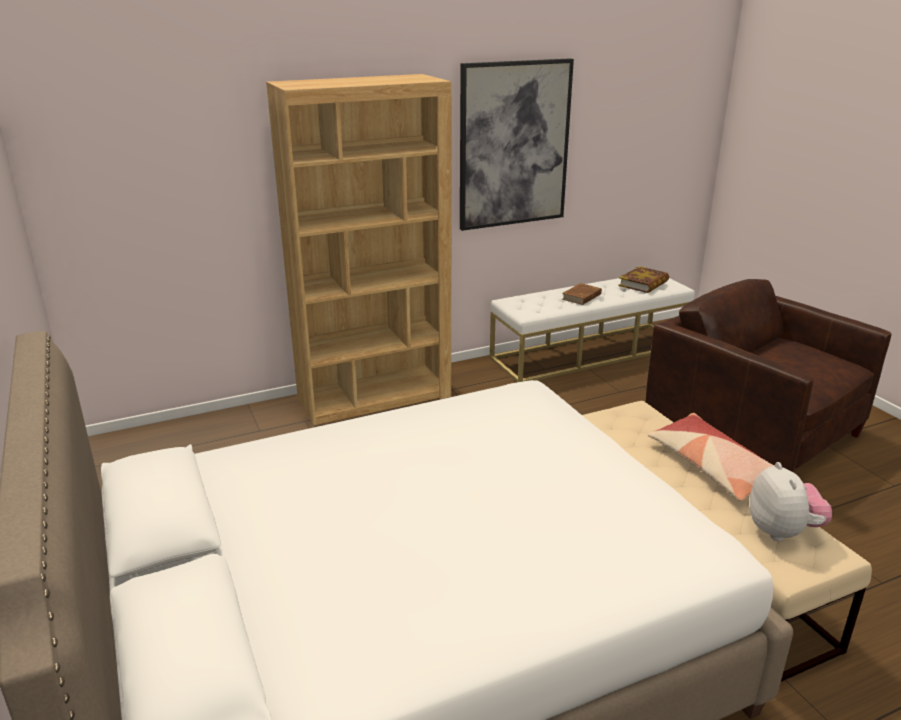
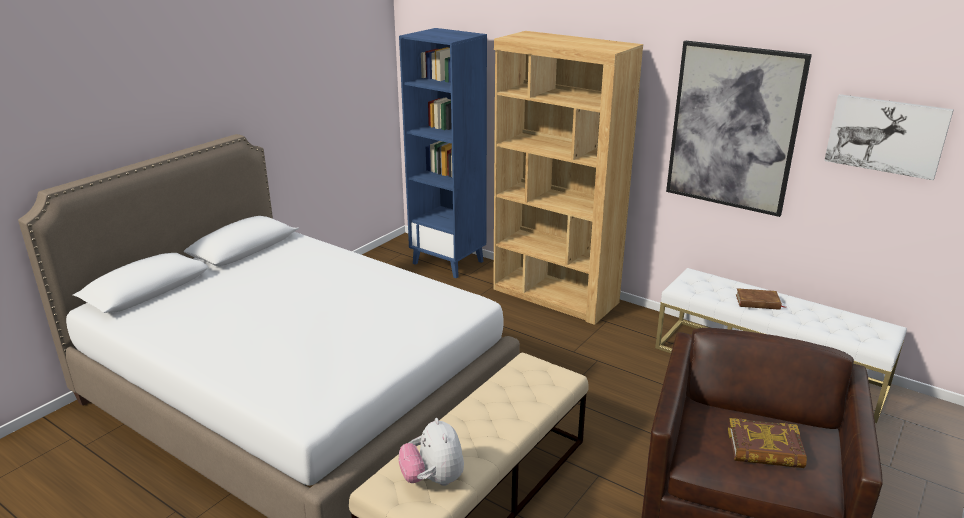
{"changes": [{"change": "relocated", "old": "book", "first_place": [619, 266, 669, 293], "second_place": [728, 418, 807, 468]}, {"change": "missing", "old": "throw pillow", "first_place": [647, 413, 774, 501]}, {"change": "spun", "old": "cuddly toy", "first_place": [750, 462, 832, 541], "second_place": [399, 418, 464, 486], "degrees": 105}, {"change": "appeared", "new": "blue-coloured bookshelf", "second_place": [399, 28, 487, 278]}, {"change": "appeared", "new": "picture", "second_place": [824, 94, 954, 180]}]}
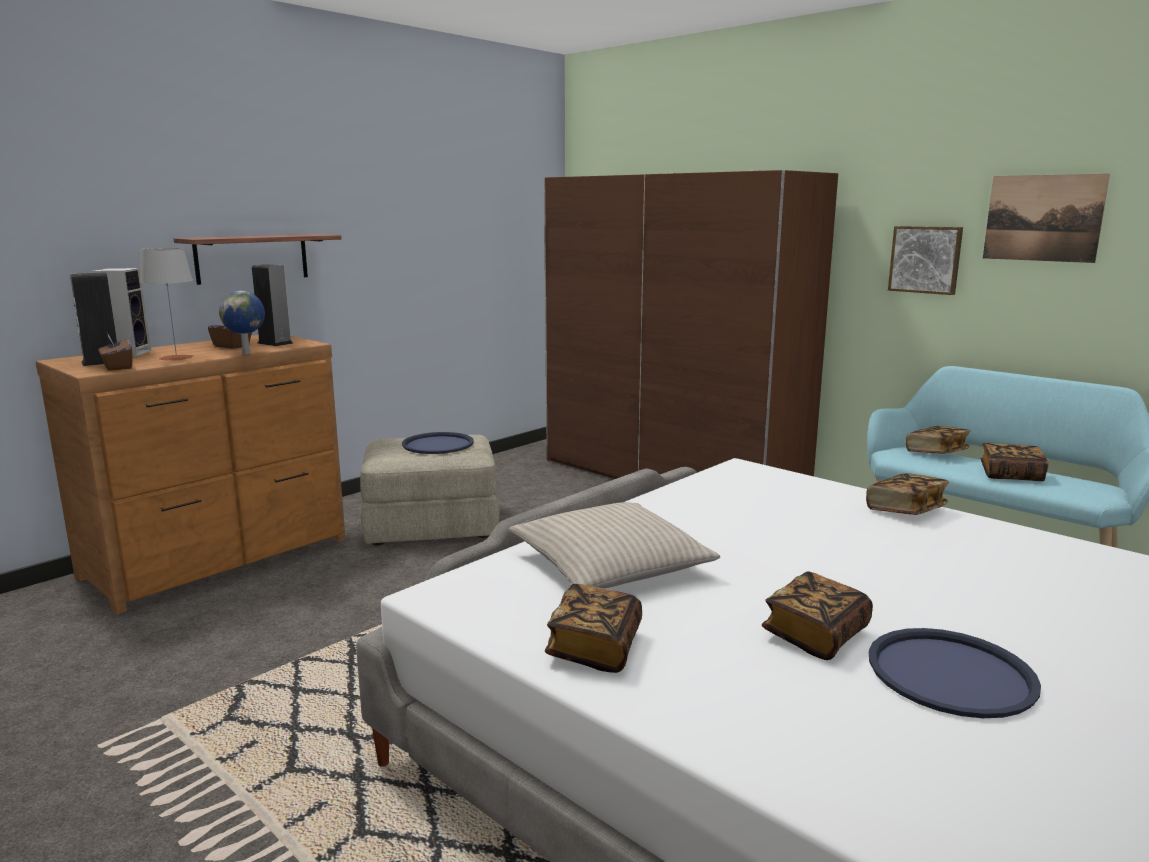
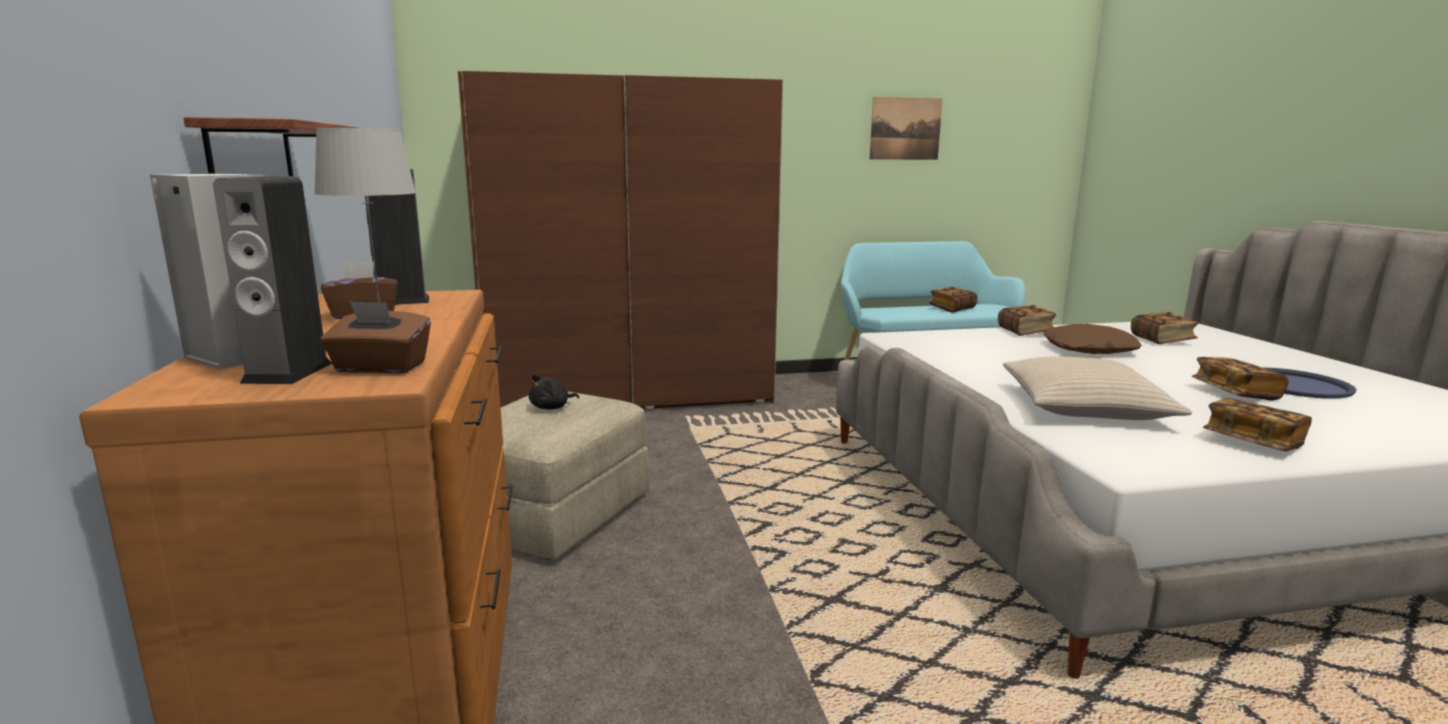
{"changes": [{"change": "missing", "old": "picture", "first_place": [888, 226, 963, 295]}, {"change": "missing", "old": "world globe", "first_place": [219, 291, 265, 354]}, {"change": "relocated", "old": "book", "first_place": [906, 426, 970, 454], "second_place": [1131, 312, 1198, 344]}, {"change": "exchanged", "old": "blue-coloured tray", "new": "blackish cuddly toy", "first_place": [402, 432, 474, 454], "second_place": [529, 374, 579, 410]}, {"change": "appeared", "new": "brown-coloured throw pillow", "second_place": [1043, 324, 1142, 354]}]}
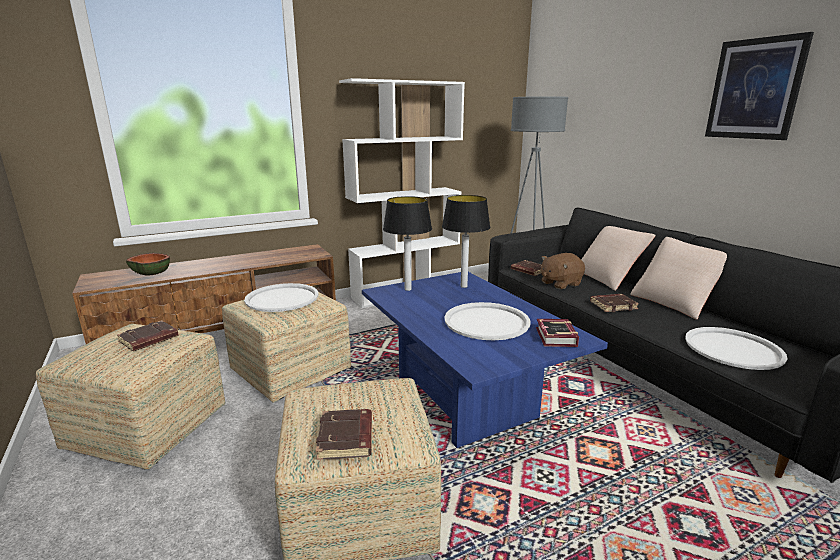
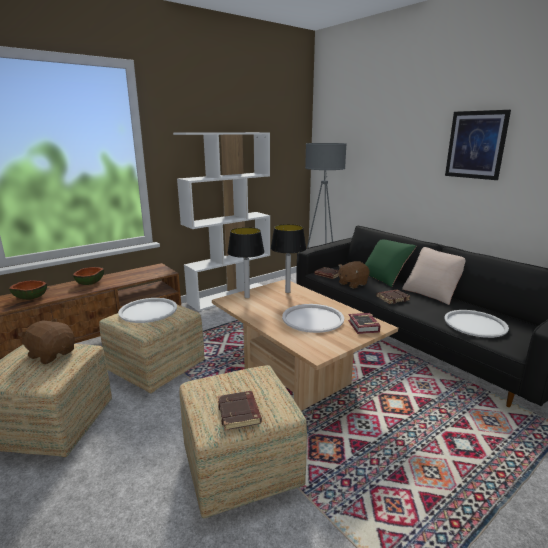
{"changes": [{"change": "colour", "old": "beige throw pillow", "new": "green-coloured throw pillow", "first_place": [581, 226, 656, 291], "second_place": [365, 239, 416, 287]}, {"change": "colour", "old": "blue-coloured low table", "new": "beige low table", "first_place": [362, 272, 608, 448], "second_place": [212, 280, 398, 411]}, {"change": "exchanged", "old": "brown-coloured book", "new": "brown-coloured cuddly toy", "first_place": [117, 320, 179, 351], "second_place": [18, 318, 75, 364]}, {"change": "appeared", "new": "deep dish", "second_place": [73, 267, 104, 285]}]}
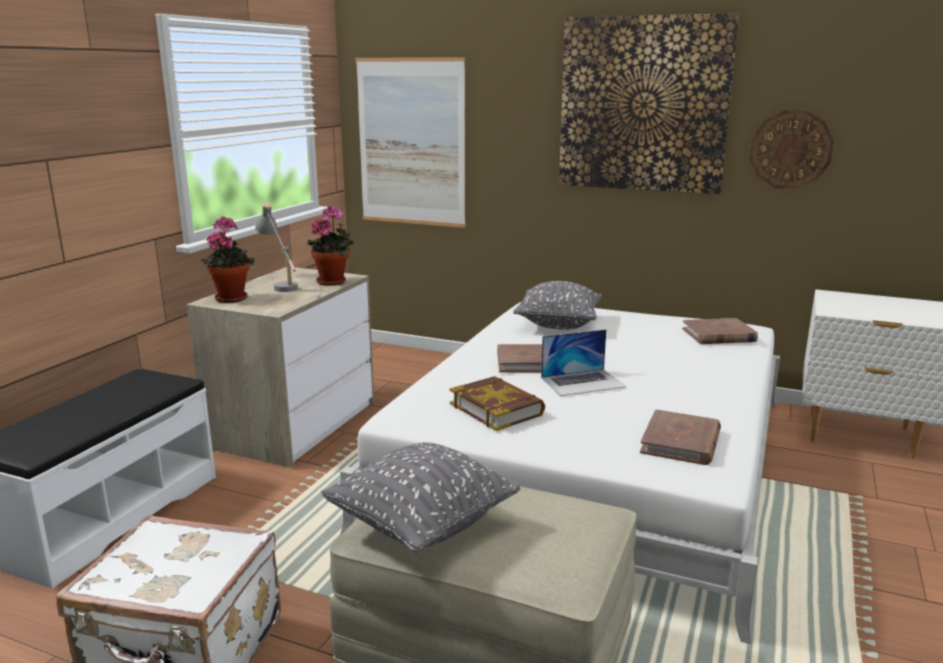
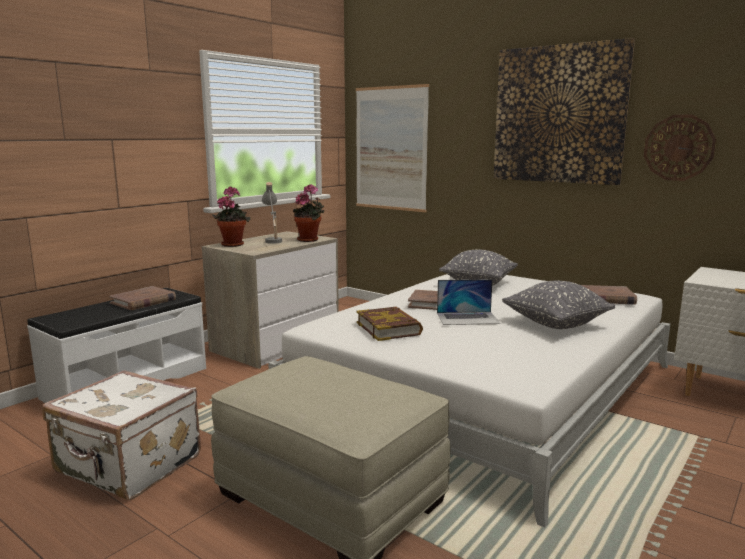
{"changes": [{"change": "relocated", "old": "brown-coloured book", "first_place": [640, 409, 721, 465], "second_place": [109, 286, 176, 310]}, {"change": "relocated", "old": "grey throw pillow", "first_place": [321, 442, 520, 553], "second_place": [502, 281, 615, 329]}]}
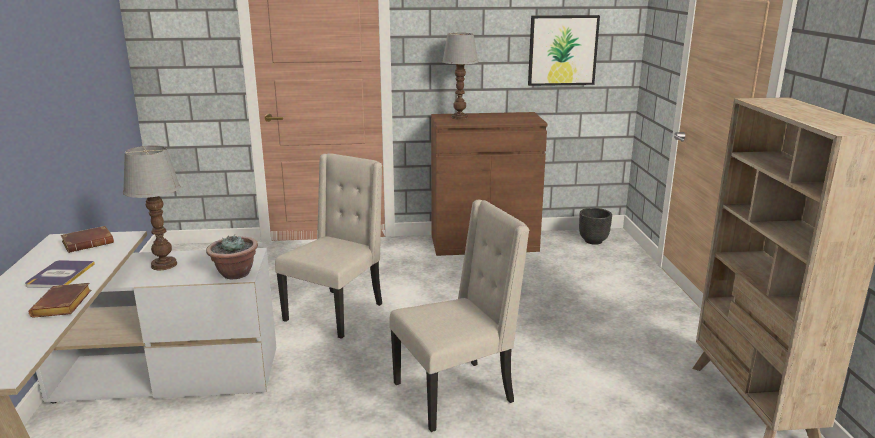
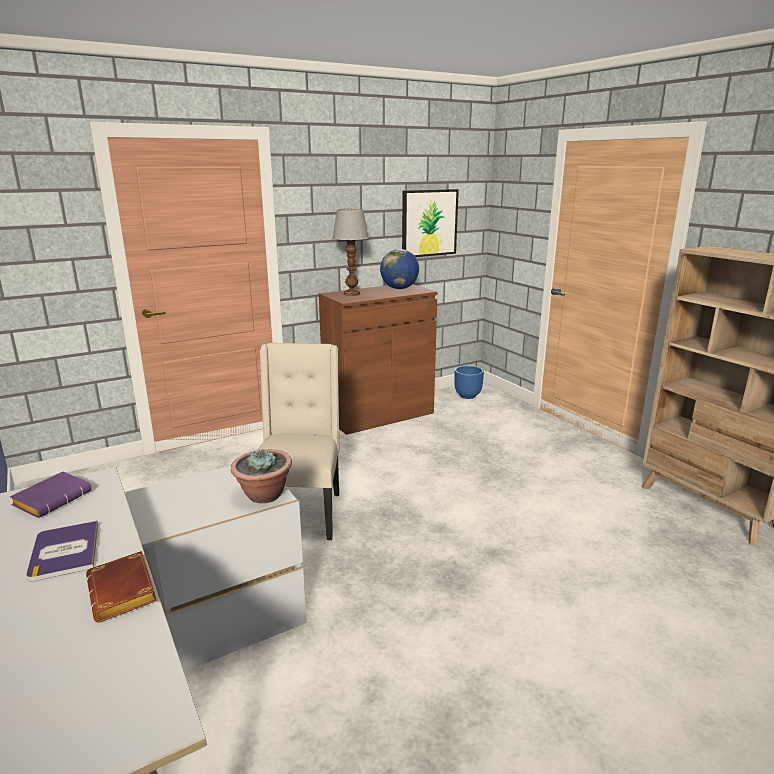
{"changes": [{"change": "missing", "old": "table lamp", "first_place": [123, 145, 181, 270]}, {"change": "missing", "old": "beige plain chair", "first_place": [389, 200, 529, 432]}, {"change": "colour", "old": "blackish flower pot", "new": "blue-coloured flower pot", "first_place": [579, 208, 612, 245], "second_place": [454, 366, 484, 399]}, {"change": "colour", "old": "brown-coloured book", "new": "purplish book", "first_place": [61, 226, 114, 253], "second_place": [10, 472, 92, 518]}, {"change": "appeared", "new": "world globe", "second_place": [380, 249, 419, 289]}]}
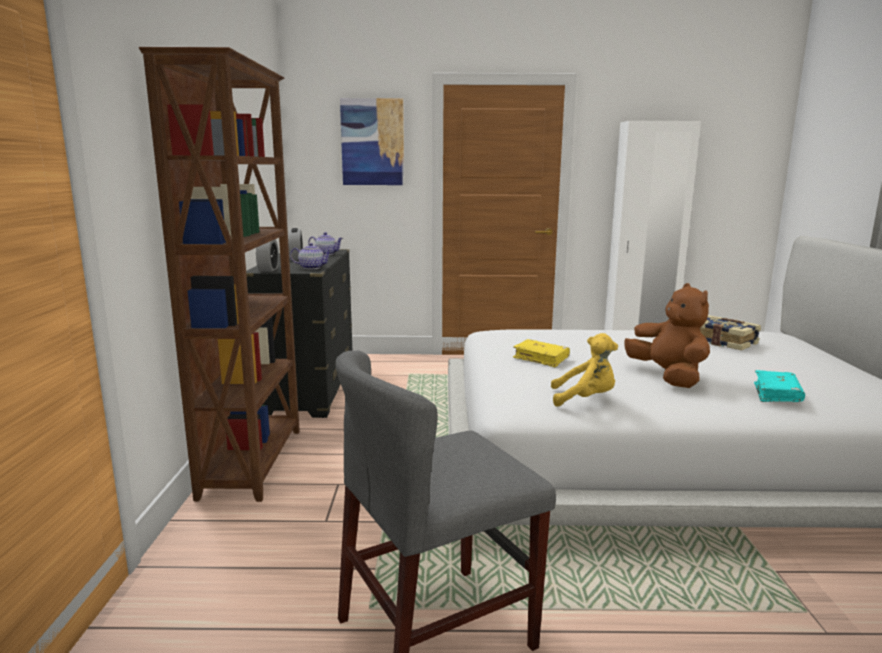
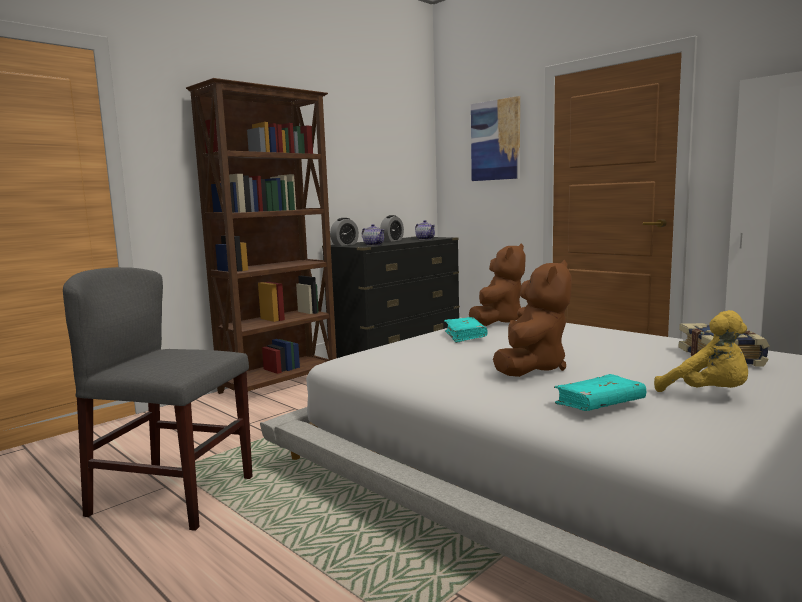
{"changes": [{"change": "relocated", "old": "yellowish cuddly toy", "first_place": [551, 333, 618, 407], "second_place": [654, 310, 748, 392]}, {"change": "colour", "old": "yellowish book", "new": "blue-green book", "first_place": [513, 339, 570, 367], "second_place": [444, 317, 488, 343]}, {"change": "appeared", "new": "brown-coloured cuddly toy", "second_place": [469, 244, 526, 326]}]}
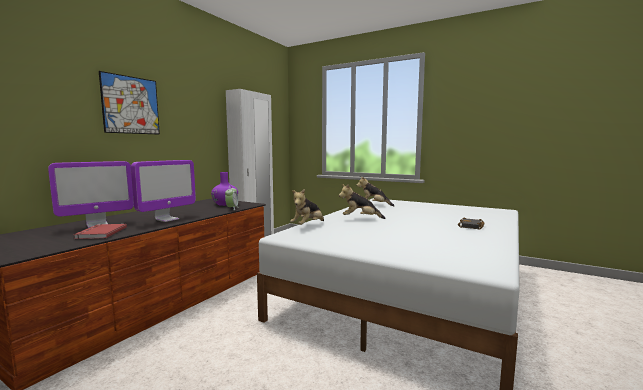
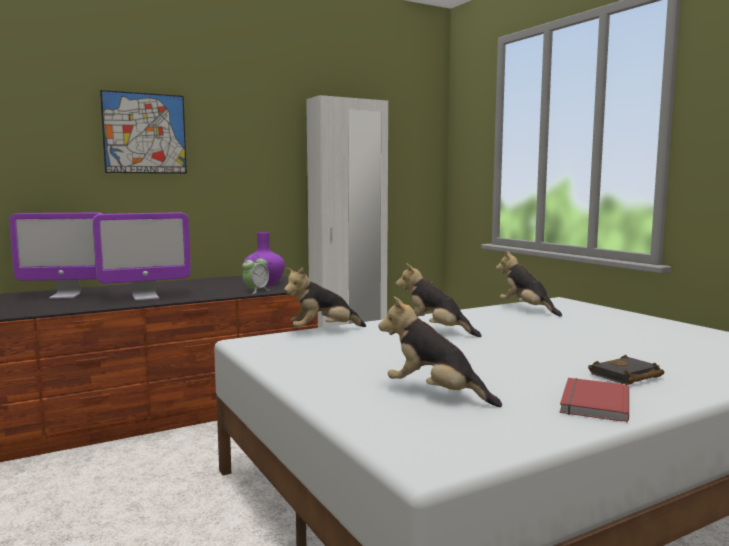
{"changes": [{"change": "relocated", "old": "reddish book", "first_place": [74, 224, 127, 239], "second_place": [560, 378, 629, 422]}, {"change": "appeared", "new": "cuddly toy", "second_place": [378, 296, 502, 407]}]}
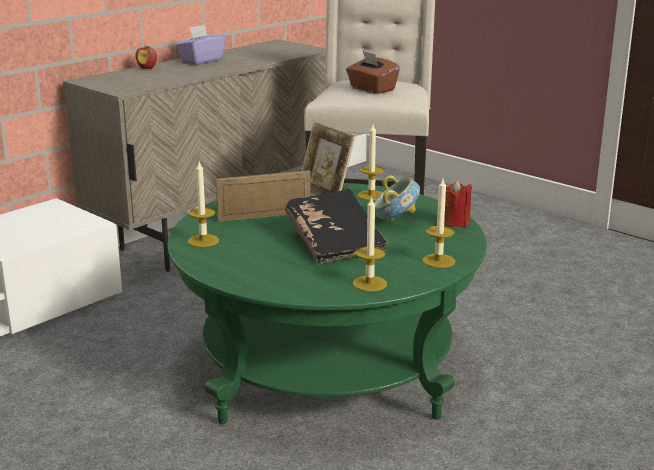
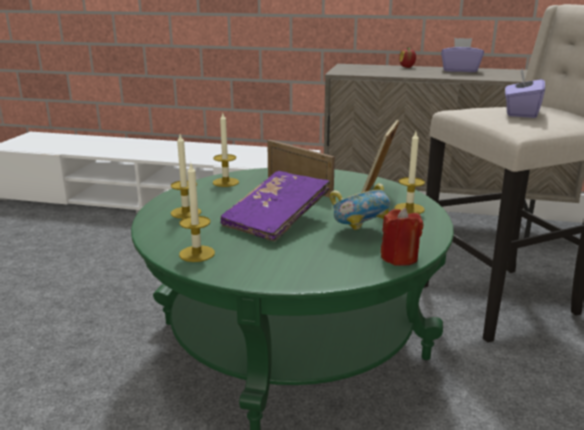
{"changes": [{"change": "colour", "old": "brown-coloured box of tissues", "new": "purplish box of tissues", "first_place": [346, 50, 400, 94], "second_place": [505, 68, 545, 118]}, {"change": "relocated", "old": "candle", "first_place": [422, 179, 455, 268], "second_place": [171, 134, 201, 219]}, {"change": "colour", "old": "blackish book", "new": "purplish book", "first_place": [285, 189, 388, 264], "second_place": [220, 171, 331, 241]}]}
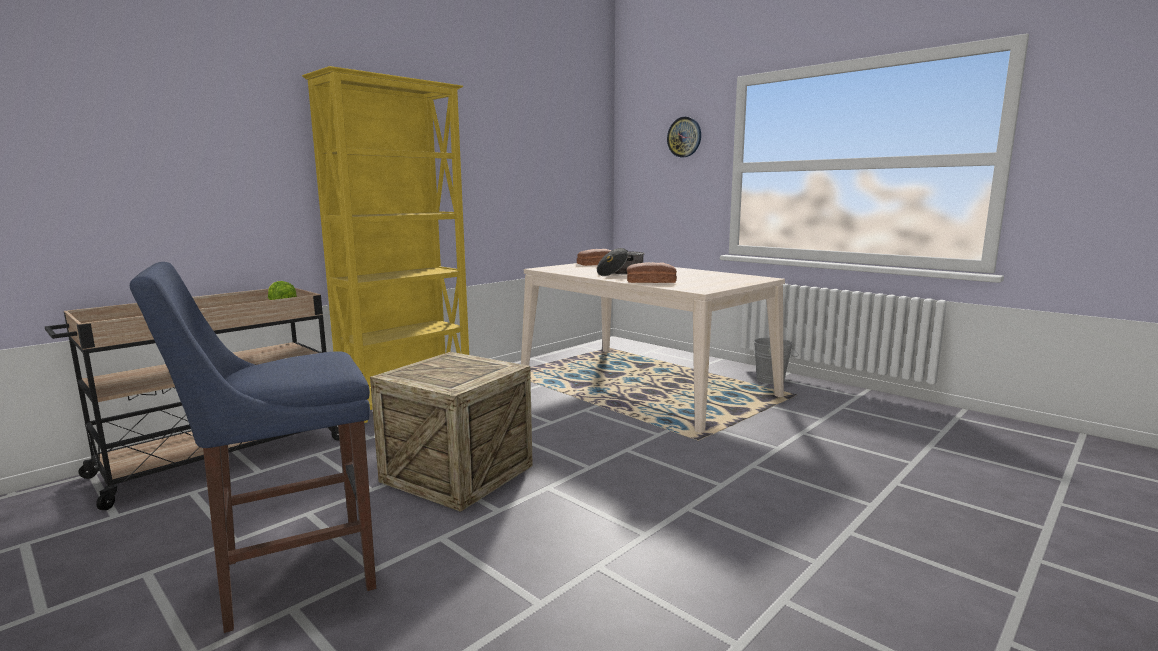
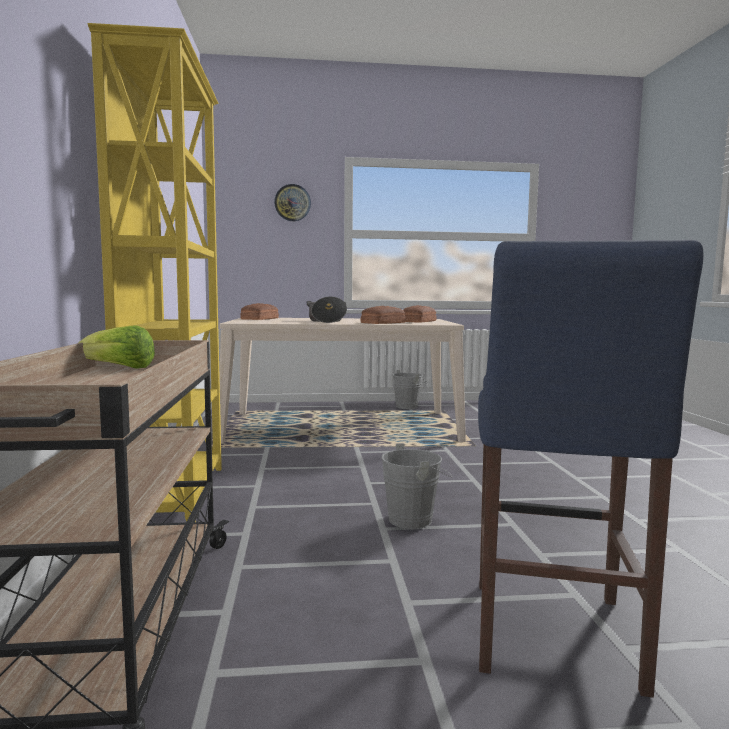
{"changes": [{"change": "exchanged", "old": "crate", "new": "grey pail", "first_place": [370, 352, 533, 512], "second_place": [381, 443, 453, 529]}, {"change": "appeared", "new": "bread", "second_place": [403, 305, 437, 323]}]}
